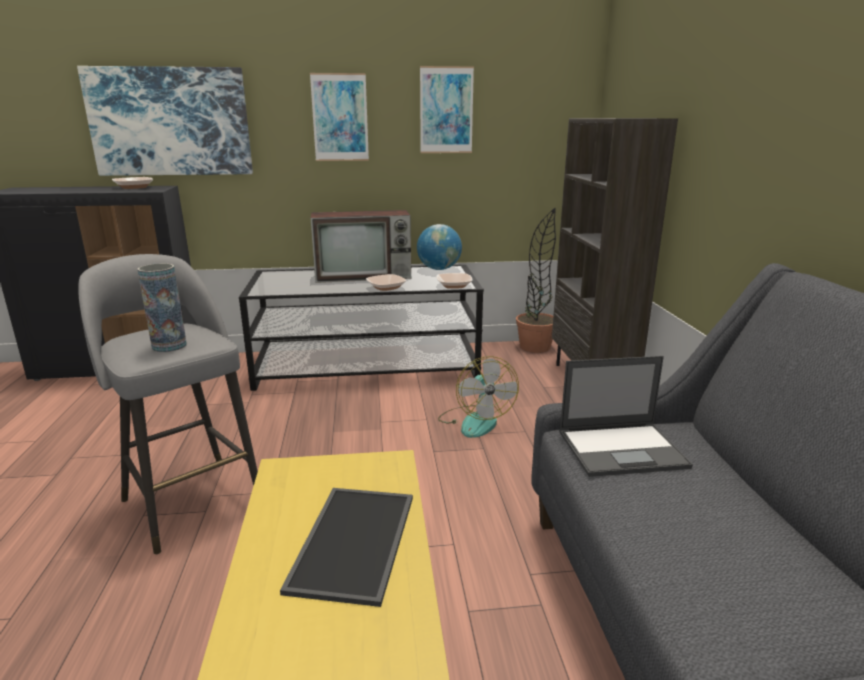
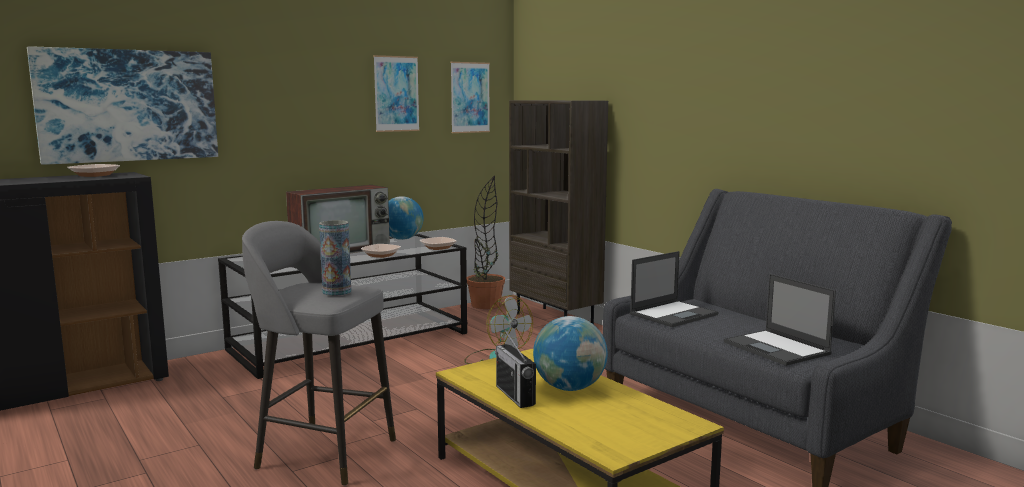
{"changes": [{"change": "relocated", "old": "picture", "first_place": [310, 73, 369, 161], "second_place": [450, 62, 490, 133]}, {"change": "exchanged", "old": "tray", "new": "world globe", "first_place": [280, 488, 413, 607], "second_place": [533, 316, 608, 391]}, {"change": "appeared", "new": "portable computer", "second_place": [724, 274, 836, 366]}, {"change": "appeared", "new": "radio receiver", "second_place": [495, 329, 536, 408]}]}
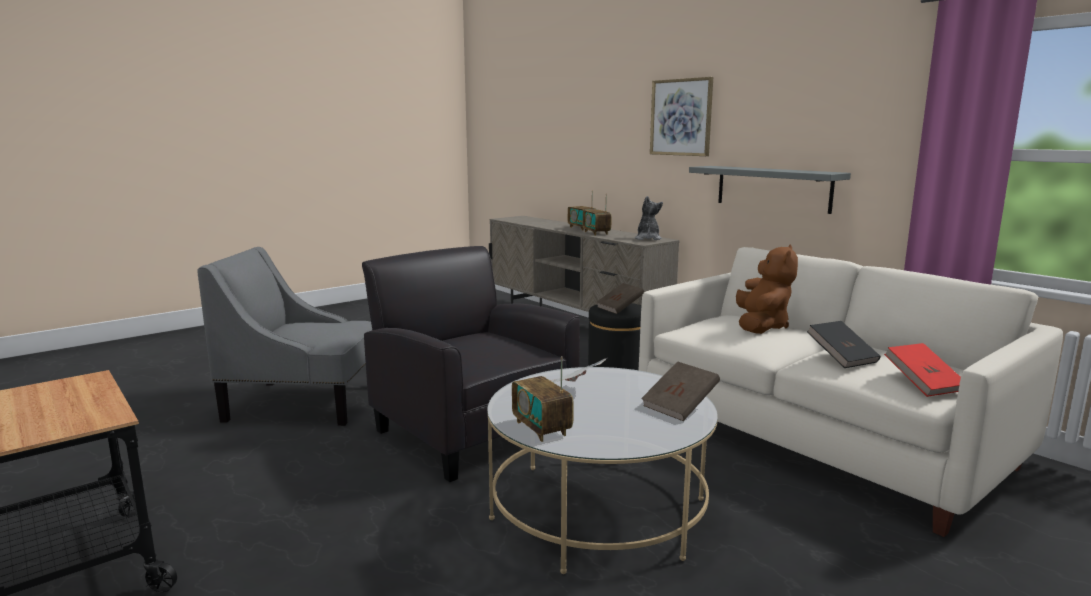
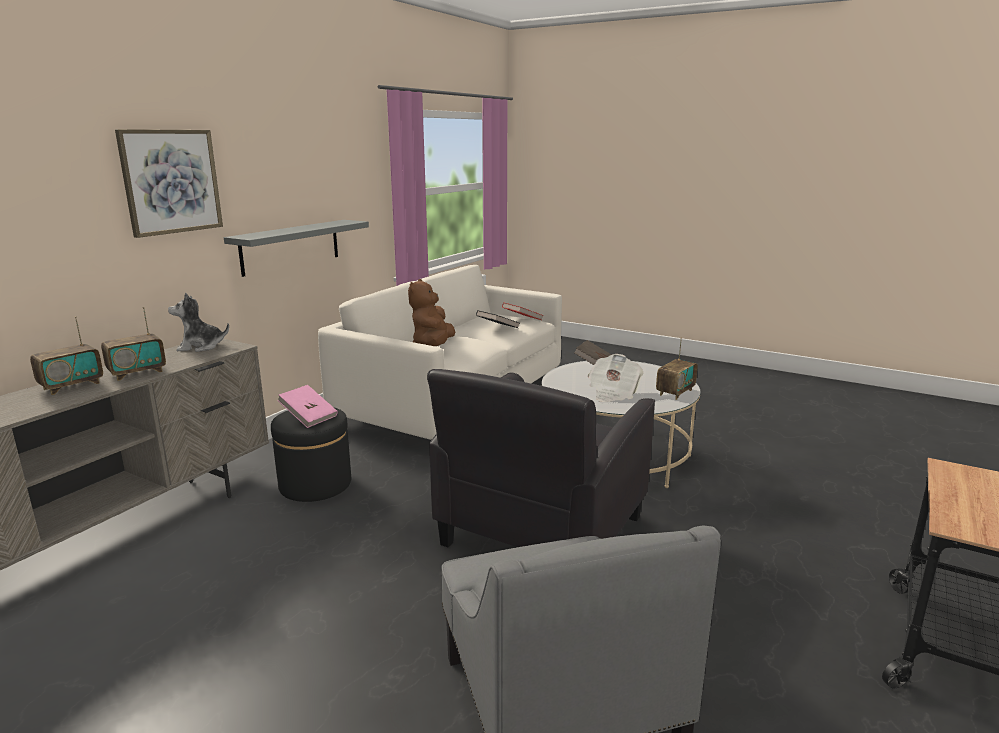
{"changes": [{"change": "spun", "old": "brown-coloured cuddly toy", "first_place": [736, 244, 798, 334], "second_place": [408, 279, 455, 346], "degrees": -75}, {"change": "colour", "old": "brown-coloured book", "new": "pink book", "first_place": [596, 283, 644, 314], "second_place": [277, 385, 338, 428]}]}
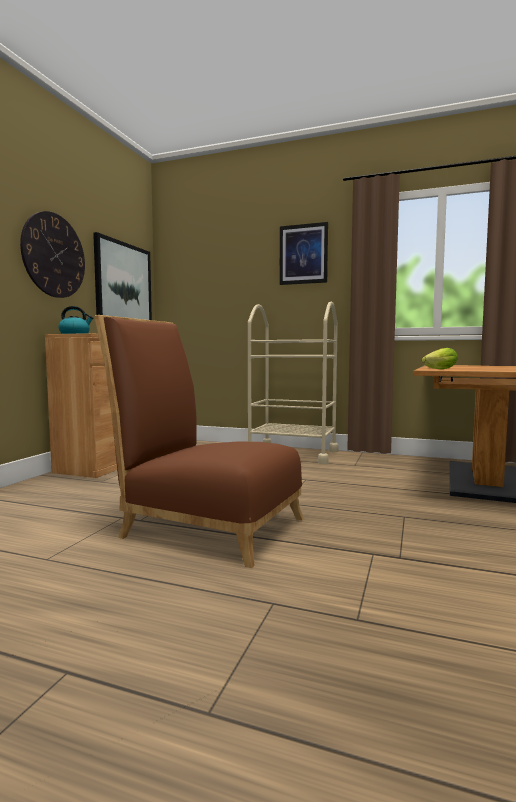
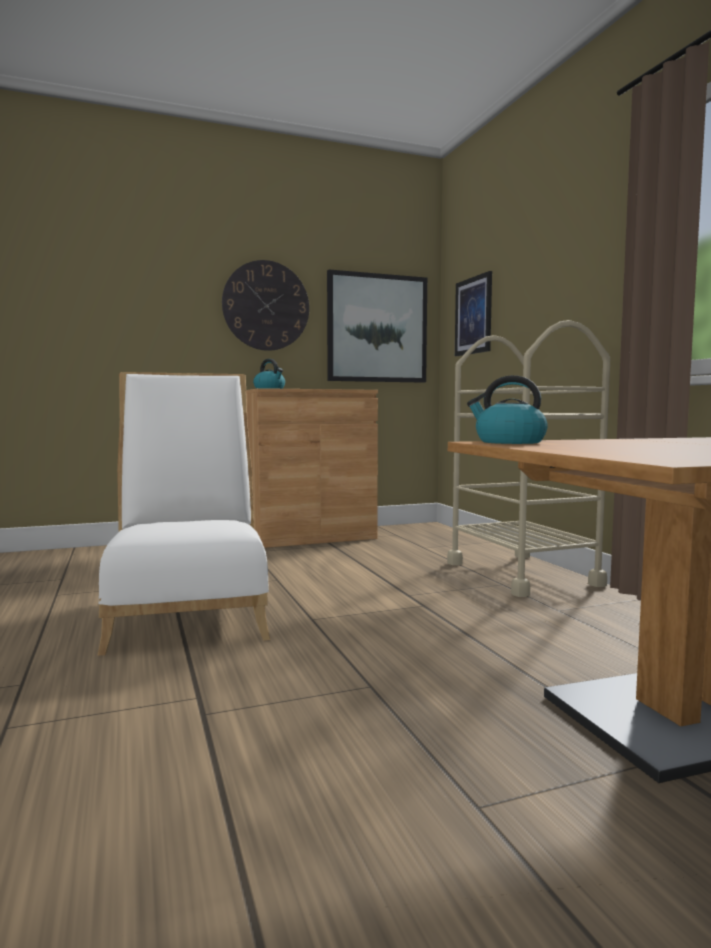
{"changes": [{"change": "relocated", "old": "picture", "first_place": [279, 222, 328, 285], "second_place": [455, 271, 492, 356]}, {"change": "colour", "old": "brown-coloured plain chair", "new": "whitish plain chair", "first_place": [94, 315, 304, 568], "second_place": [97, 372, 270, 656]}, {"change": "exchanged", "old": "lettuce head", "new": "tea kettle", "first_place": [422, 348, 458, 369], "second_place": [467, 375, 548, 444]}]}
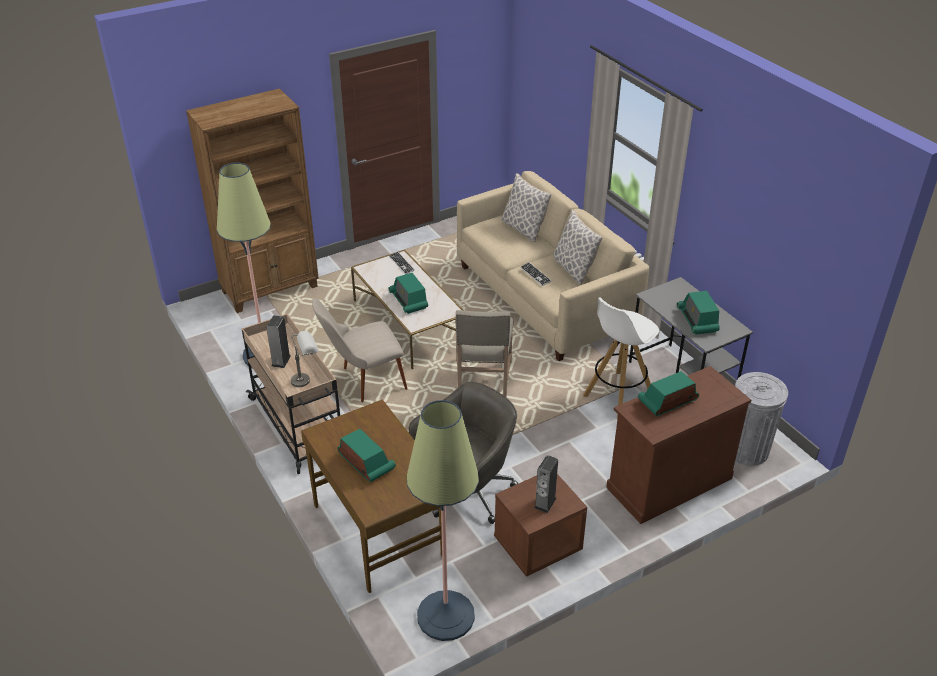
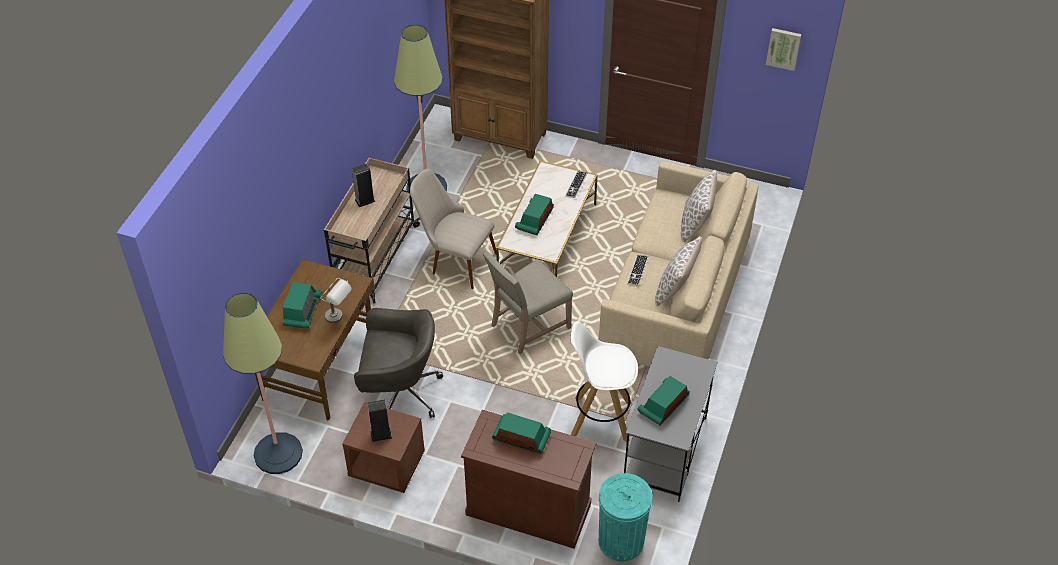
{"changes": [{"change": "relocated", "old": "grey table lamp", "first_place": [291, 331, 319, 387], "second_place": [320, 278, 351, 323]}, {"change": "colour", "old": "grey rubbish bin", "new": "blue-green rubbish bin", "first_place": [735, 372, 788, 466], "second_place": [599, 473, 652, 562]}, {"change": "appeared", "new": "picture", "second_place": [766, 28, 802, 71]}]}
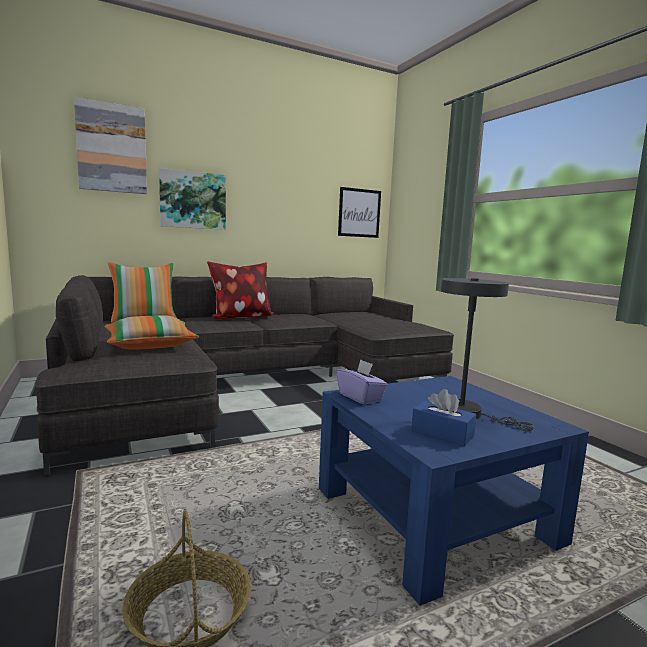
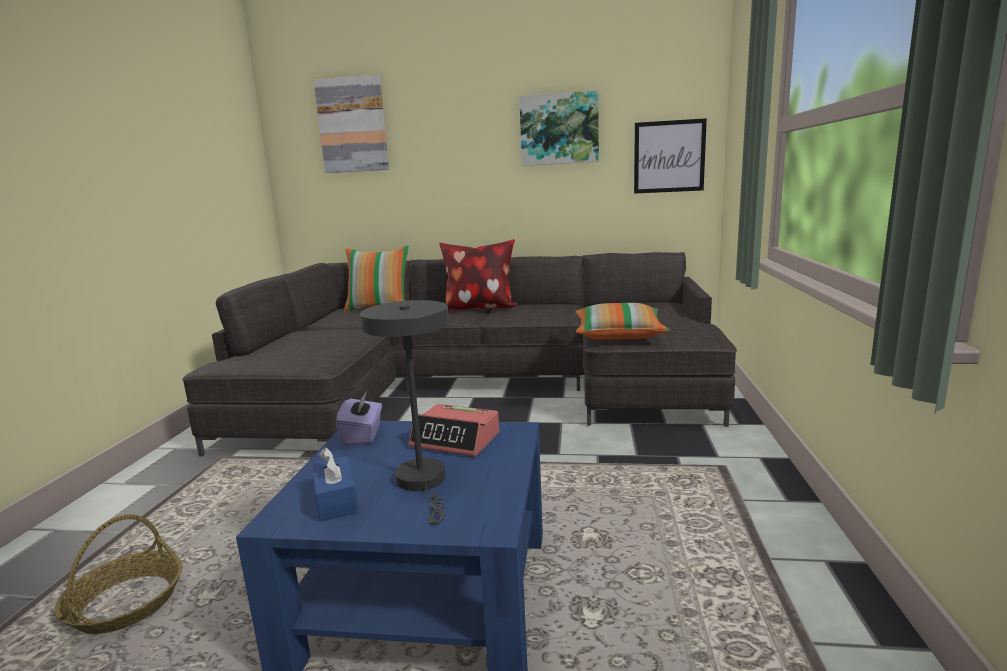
{"changes": [{"change": "relocated", "old": "picture", "first_place": [159, 168, 226, 230], "second_place": [519, 90, 599, 166]}, {"change": "relocated", "old": "throw pillow", "first_place": [104, 315, 199, 350], "second_place": [575, 303, 670, 340]}, {"change": "appeared", "new": "table clock", "second_place": [409, 404, 499, 457]}]}
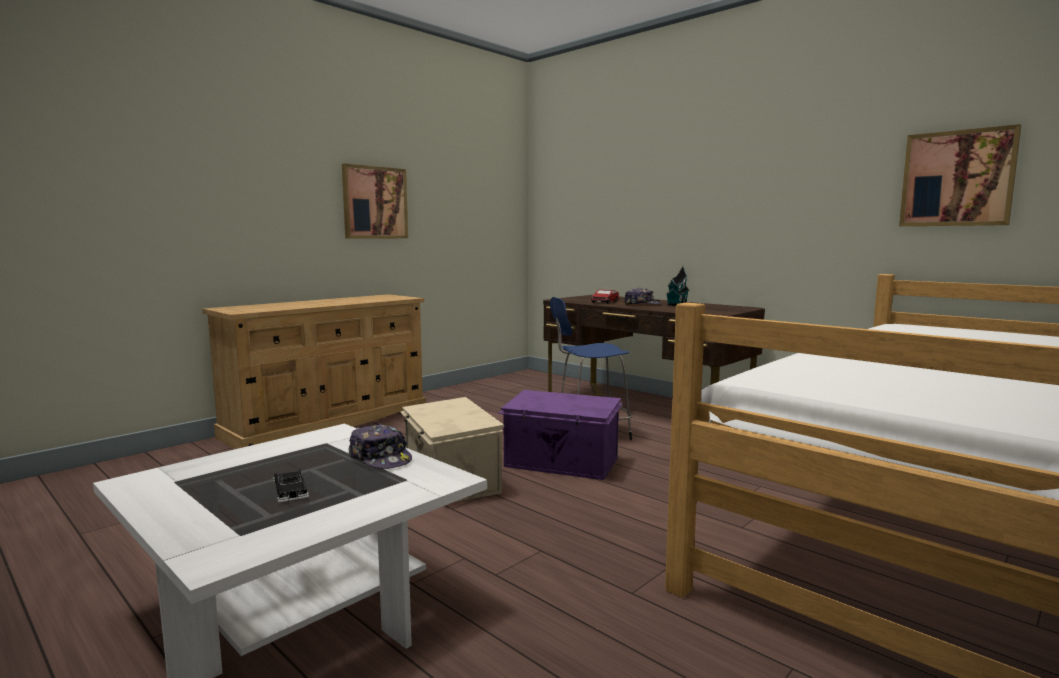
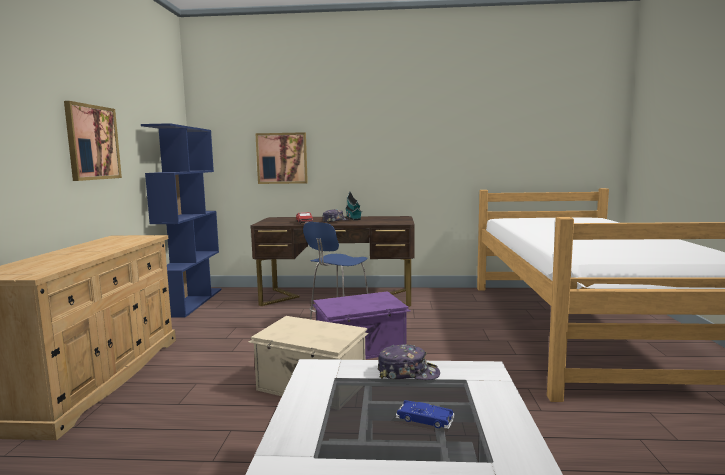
{"changes": [{"change": "relocated", "old": "picture", "first_place": [899, 124, 1021, 226], "second_place": [255, 132, 308, 184]}, {"change": "colour", "old": "blackish toy car", "new": "blue-coloured toy car", "first_place": [273, 470, 309, 502], "second_place": [396, 400, 455, 429]}, {"change": "appeared", "new": "blue-coloured bookshelf", "second_place": [141, 123, 221, 318]}]}
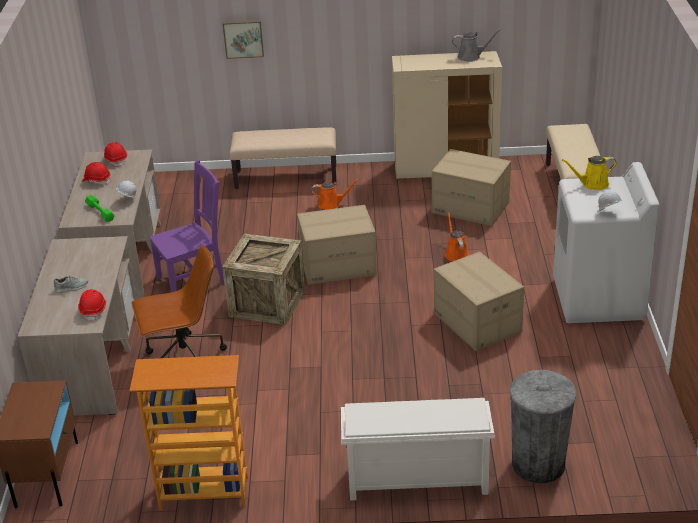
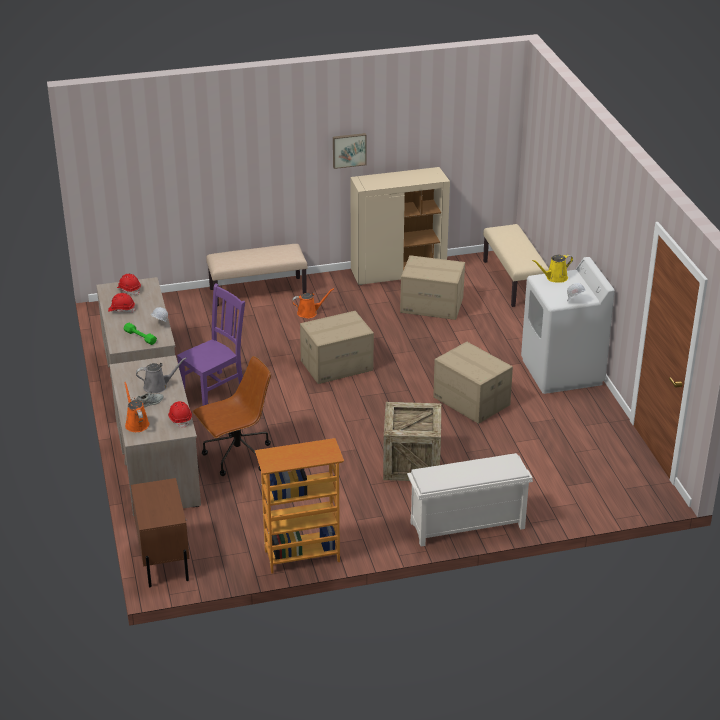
{"changes": [{"change": "relocated", "old": "picture", "first_place": [223, 20, 264, 59], "second_place": [333, 133, 367, 169]}, {"change": "relocated", "old": "grey watering can", "first_place": [452, 29, 501, 62], "second_place": [136, 357, 187, 394]}, {"change": "relocated", "old": "orange-coloured watering can", "first_place": [445, 212, 468, 261], "second_place": [124, 382, 149, 432]}, {"change": "relocated", "old": "crate", "first_place": [222, 233, 305, 325], "second_place": [383, 402, 441, 481]}, {"change": "missing", "old": "grey rubbish bin", "first_place": [510, 370, 577, 483]}]}
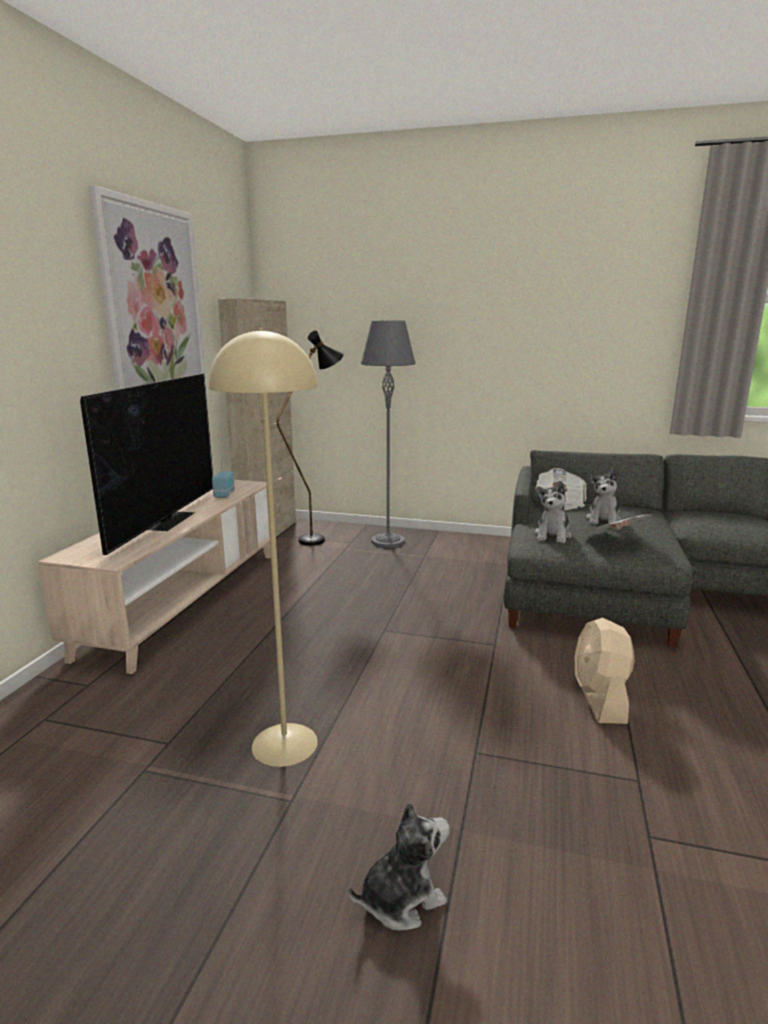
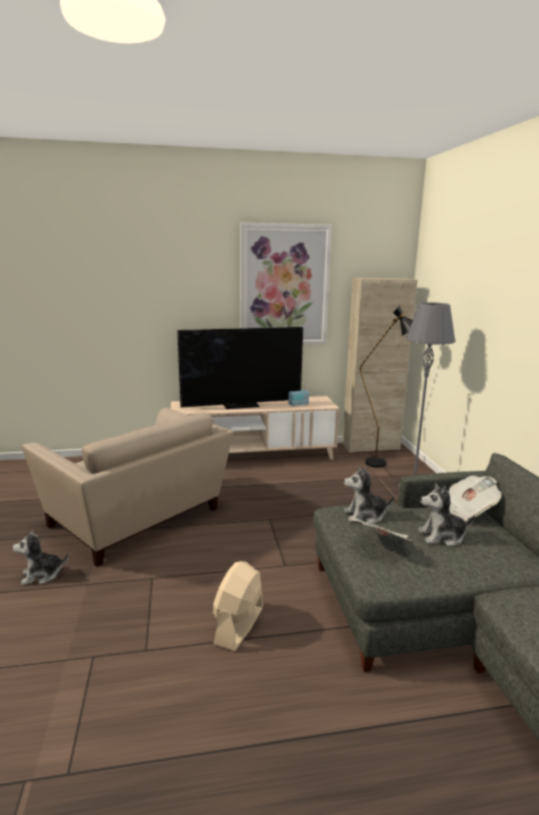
{"changes": [{"change": "exchanged", "old": "beige standard lamp", "new": "beige easy chair", "first_place": [209, 328, 318, 767], "second_place": [22, 408, 233, 567]}, {"change": "spun", "old": "beige cooling fan", "first_place": [575, 618, 635, 724], "second_place": [213, 561, 263, 651], "degrees": -45}, {"change": "spun", "old": "cuddly toy", "first_place": [348, 802, 450, 931], "second_place": [13, 530, 69, 585], "degrees": 120}]}
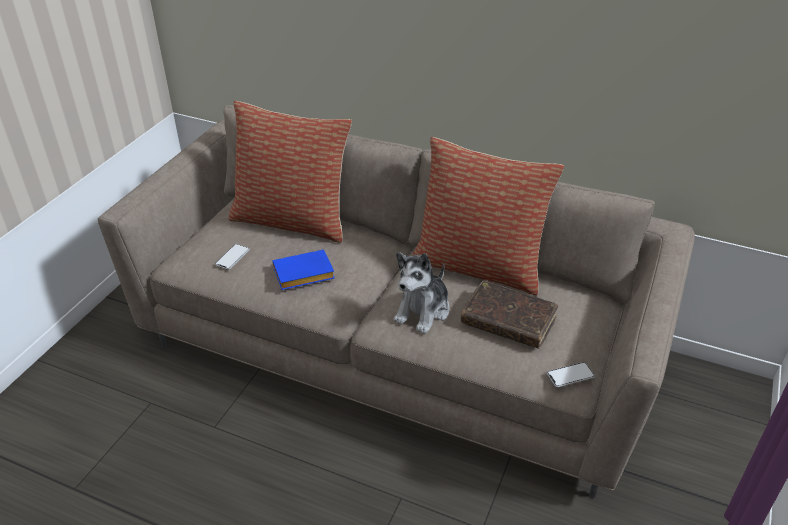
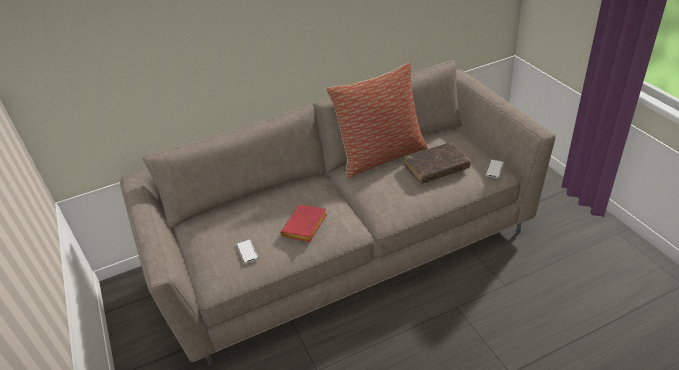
{"changes": [{"change": "missing", "old": "throw pillow", "first_place": [229, 101, 352, 243]}, {"change": "colour", "old": "blue-coloured book", "new": "reddish book", "first_place": [272, 249, 335, 290], "second_place": [280, 205, 327, 242]}, {"change": "missing", "old": "cuddly toy", "first_place": [393, 252, 450, 334]}]}
